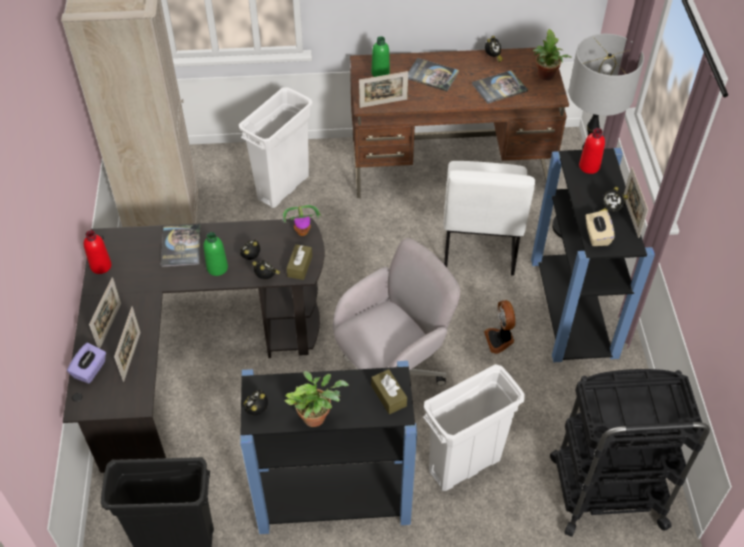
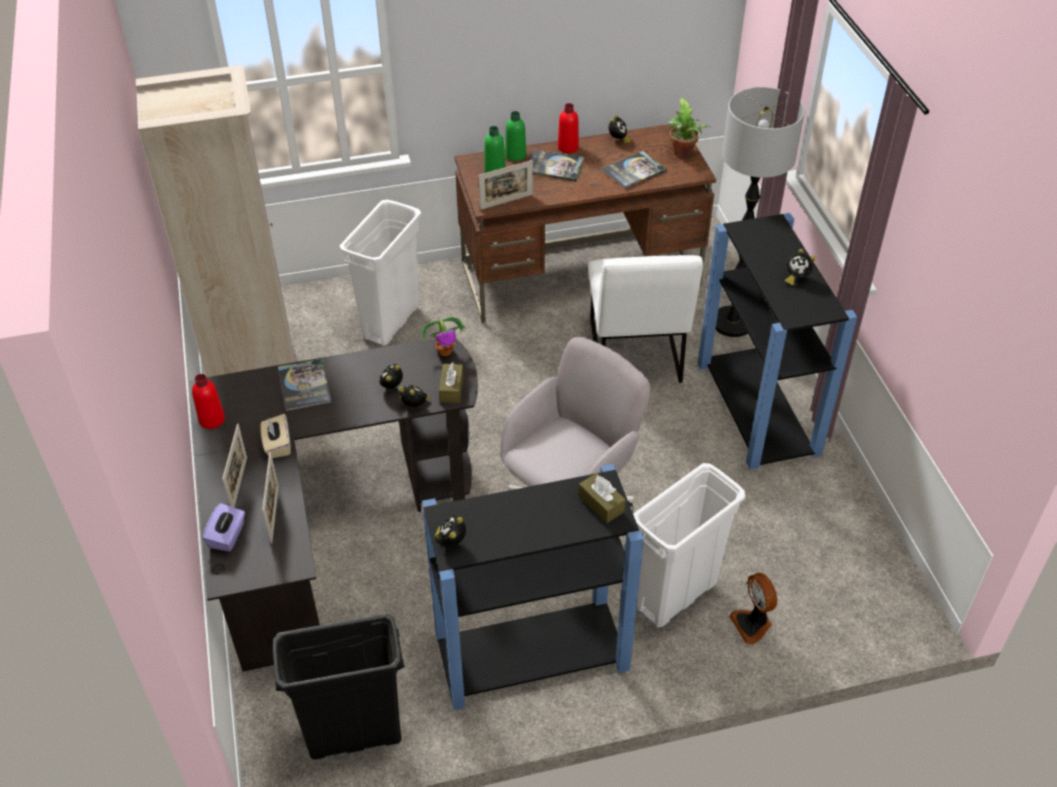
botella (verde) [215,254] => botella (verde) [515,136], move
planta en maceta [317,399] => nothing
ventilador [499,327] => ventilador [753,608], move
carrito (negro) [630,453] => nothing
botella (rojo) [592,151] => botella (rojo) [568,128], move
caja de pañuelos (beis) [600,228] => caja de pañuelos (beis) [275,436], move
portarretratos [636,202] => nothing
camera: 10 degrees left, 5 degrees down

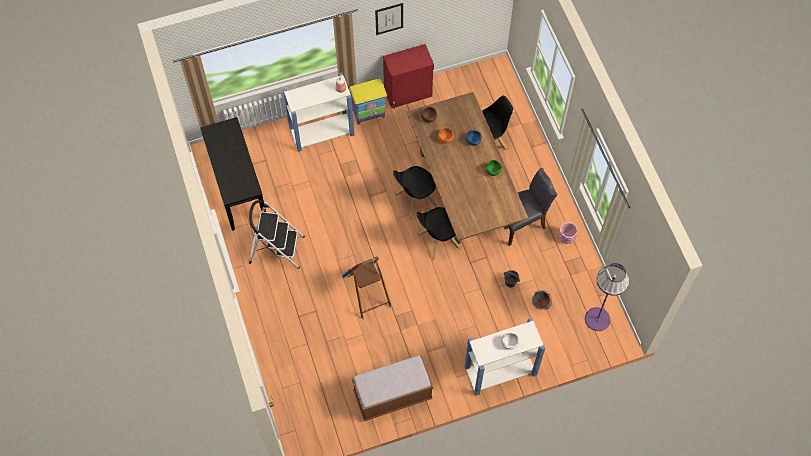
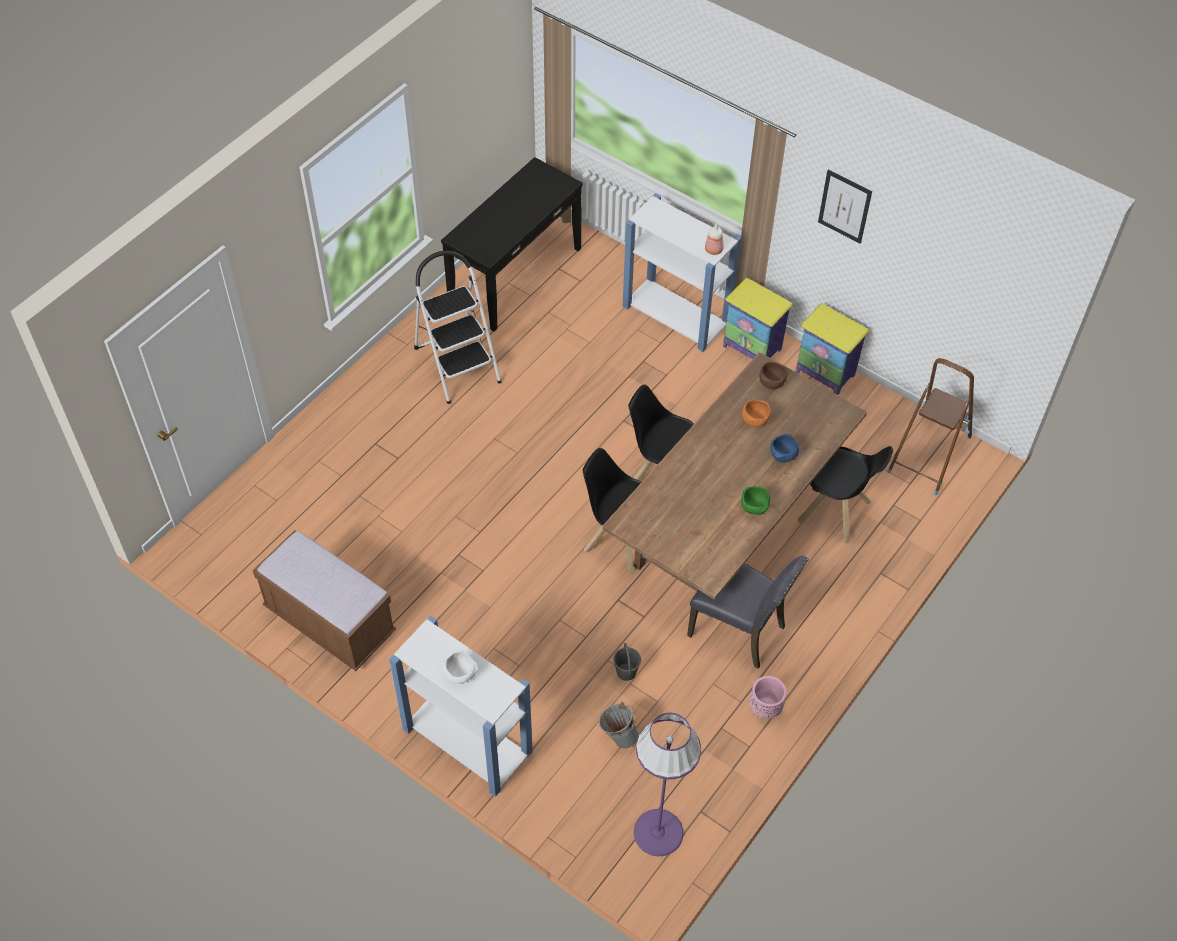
escalera de tijera (marrón) [367,288] => escalera de tijera (marrón) [930,426], move
armario (rojo) [408,76] => mesita de noche [832,349]
camera: 55 degrees right, 10 degrees down

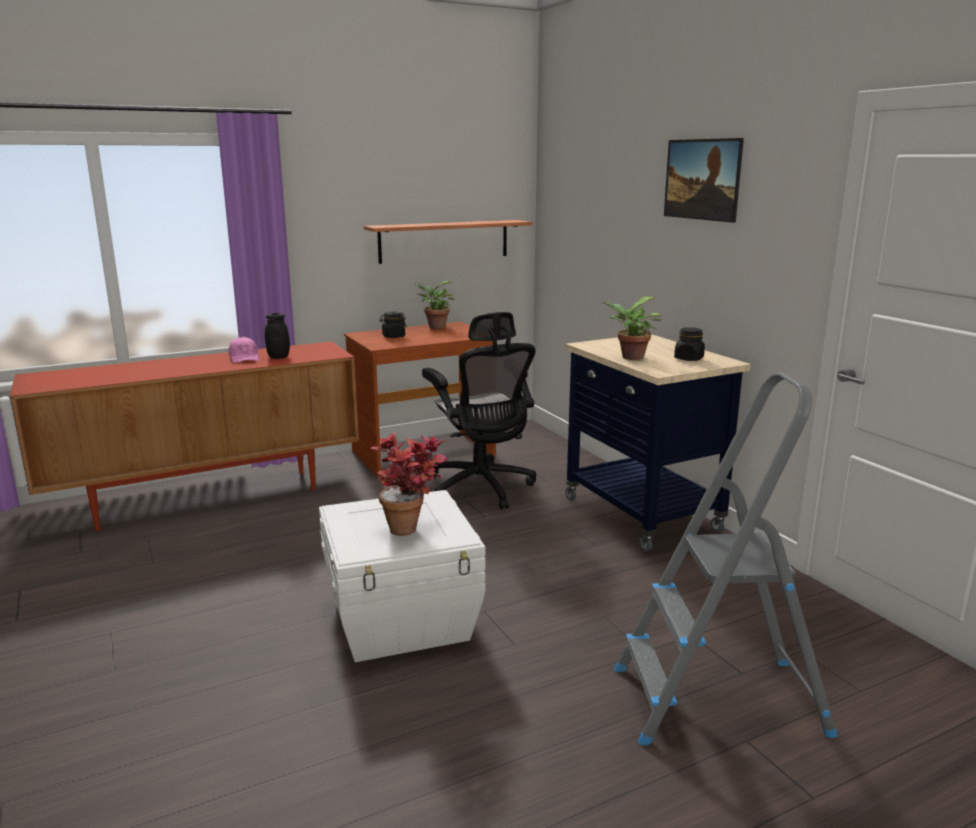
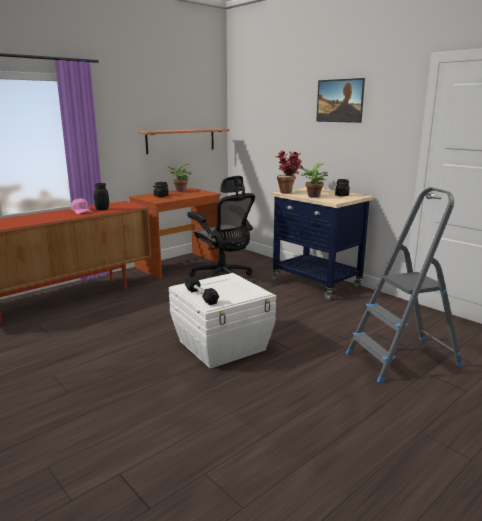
planta en maceta [409,484] => planta en maceta [289,172], move
nothing => mancuerna (negro) [202,290]
camera: 15 degrees left, 0 degrees up

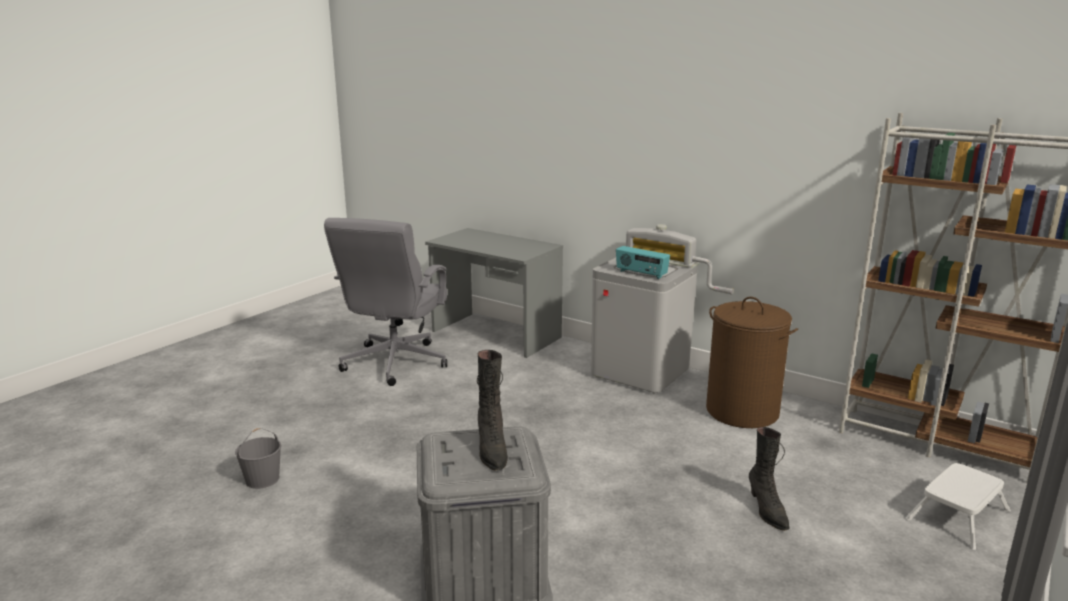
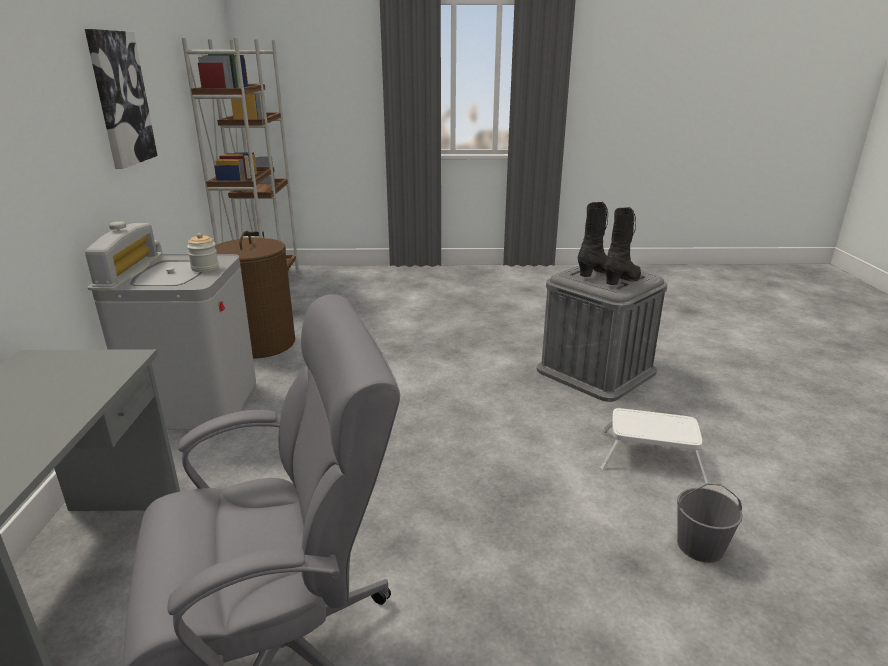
radio [643,262] => tarro [203,252]
bota (negro) [769,479] => bota (negro) [622,246], move
escalera de tijera (blanco) [958,506] => escalera de tijera (blanco) [654,446], move
nothing => cuadro [121,99]
camera: 125 degrees left, 5 degrees up

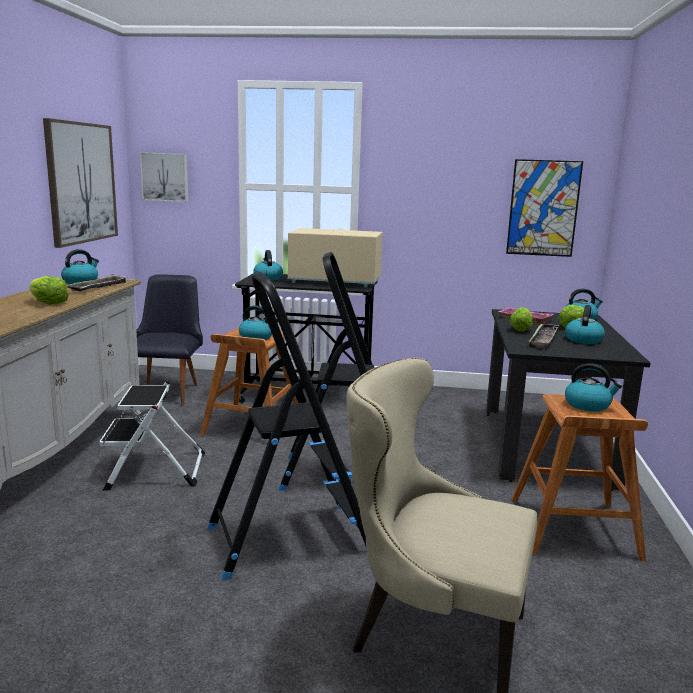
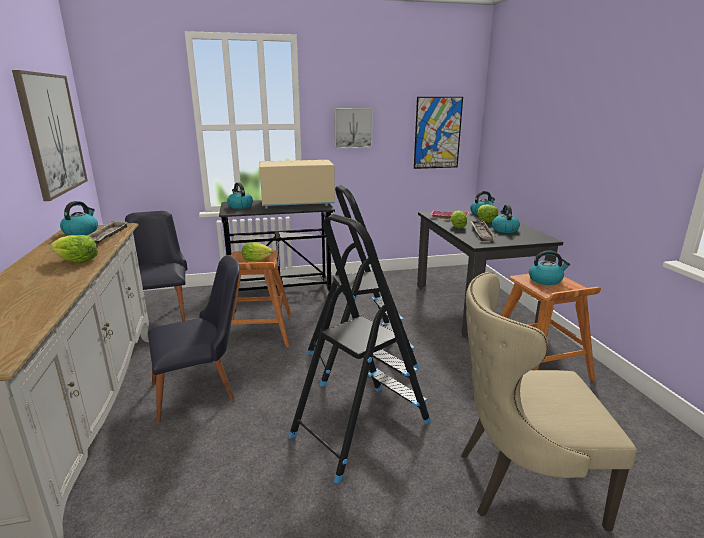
escalera de tijera [152,436] => silla (negro) [194,339]
cuadro [164,177] => cuadro [353,128], move
hervidor [255,322] => lechuga [257,251]
camera: 20 degrees left, 5 degrees up

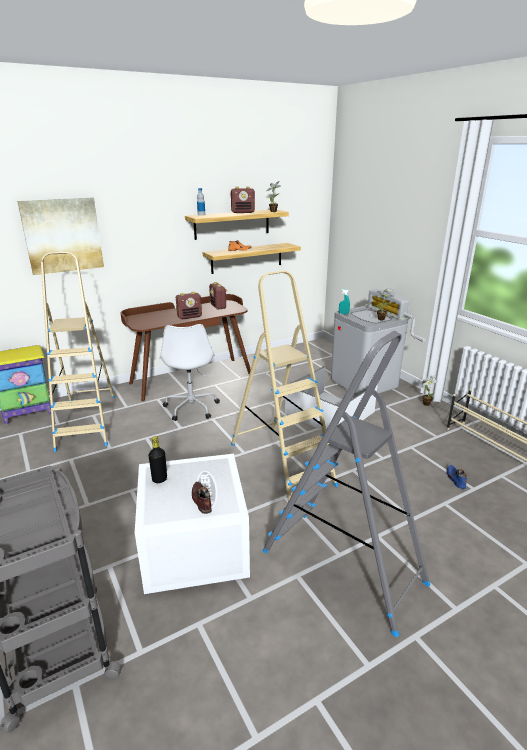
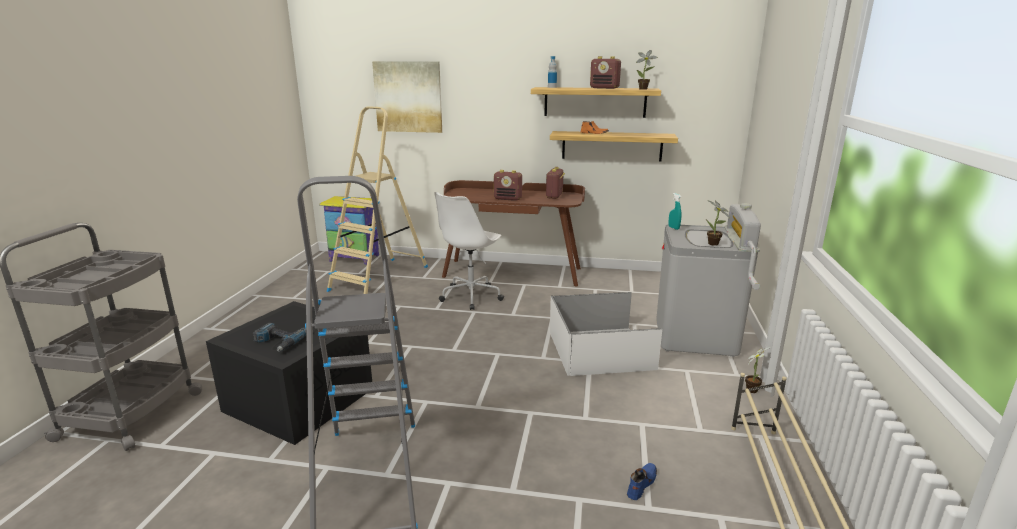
caja de almacenaje (blanco) [192,524] => caja de almacenaje (negro) [289,373]
botella (negro) [157,459] => nothing
zapato (marrón) [202,498] => taladro [280,337]
escalera de tijera (beis) [284,386] => nothing
camera: 40 degrees right, 5 degrees down

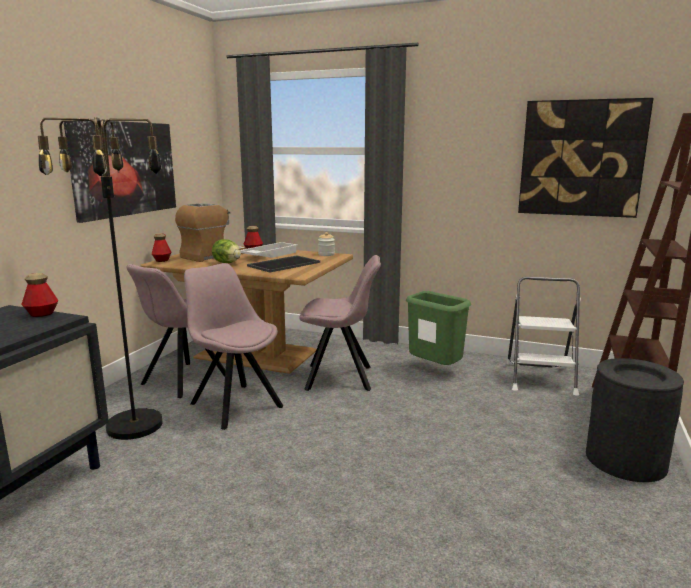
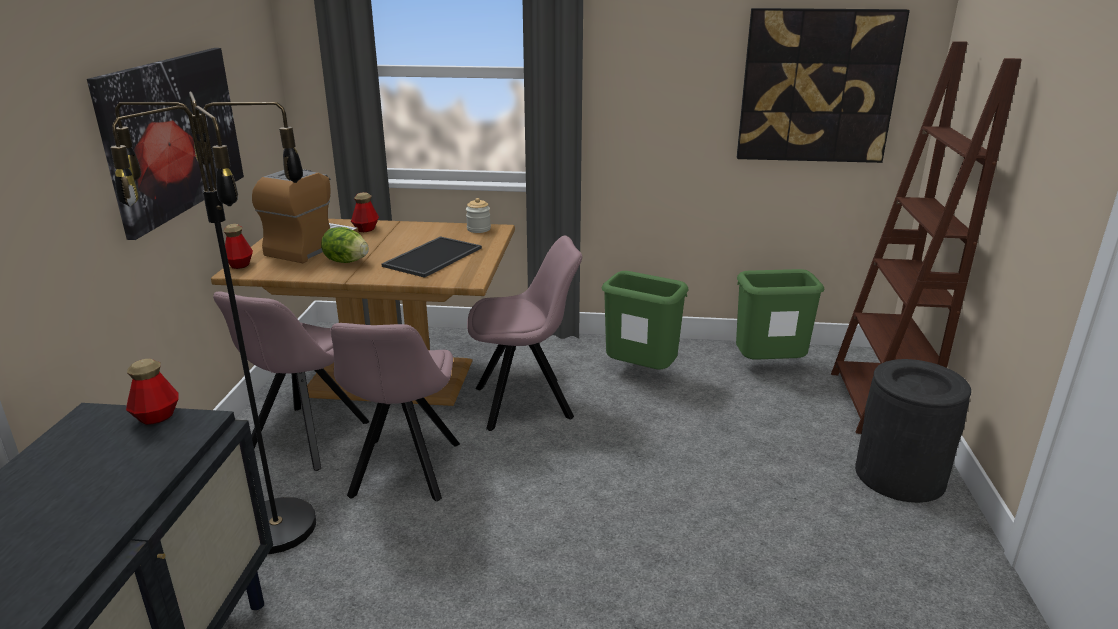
silla (rosa) [233,346] => silla (rosa) [395,412], 120 degrees counterclockwise
bandeja (blanco) [268,250] => nothing
escalera de tijera (blanco) [544,336] => papelera (verde) [780,314]
camera: 15 degrees left, 10 degrees up

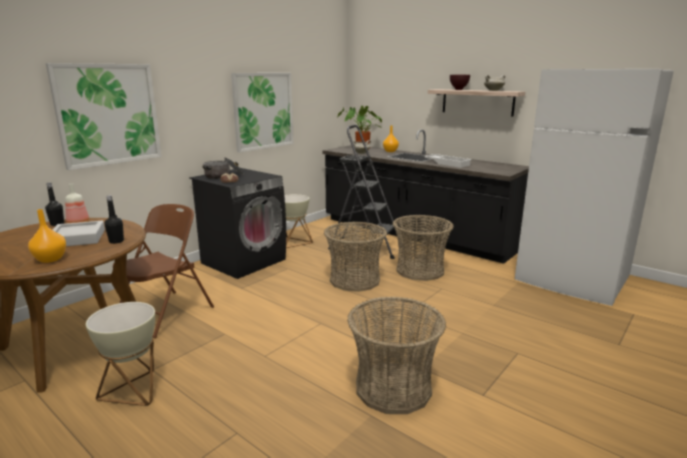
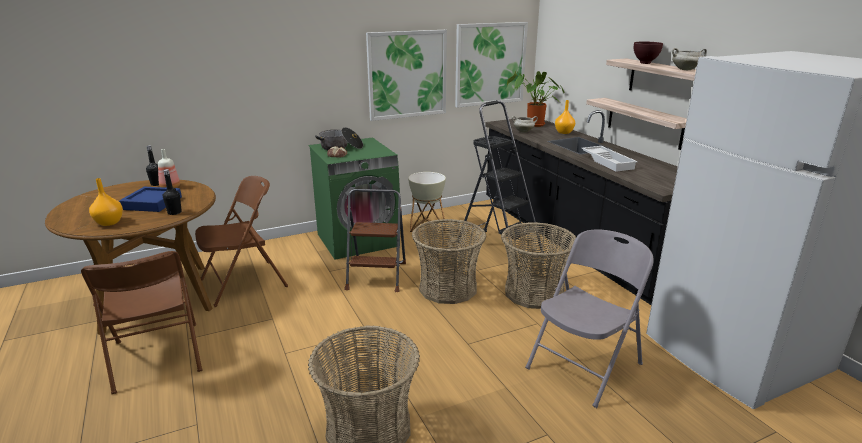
cuadro [104,116] => cuadro [491,65], move
bandeja (gris) [79,233] => bandeja (azul) [150,199]
maceta [120,354] => silla (marrón) [142,322]
lavadora (negro) [238,223] => lavadora (verde) [354,199]
nothing => escalera de tijera (marrón) [375,240]
nothing => silla (gris) [589,318]
nothing => estante [636,124]
camera: 25 degrees right, 5 degrees up

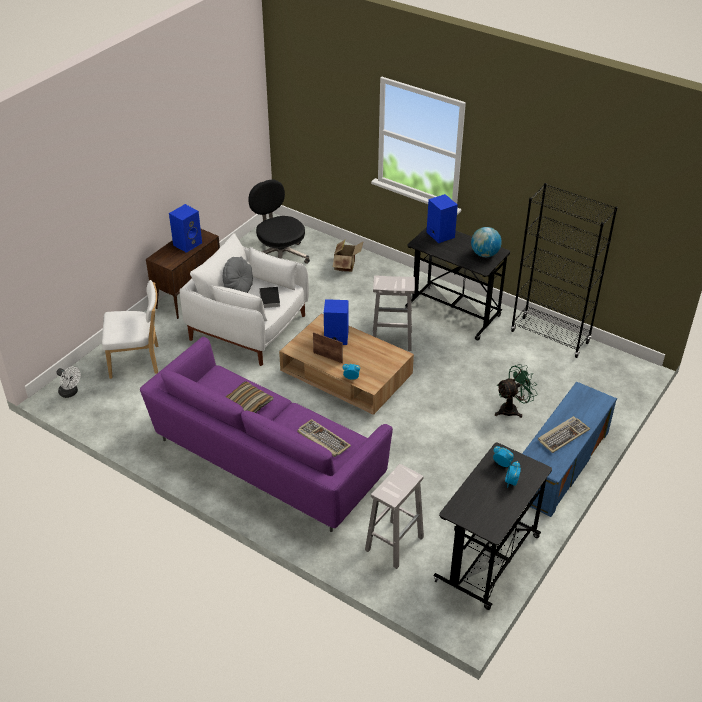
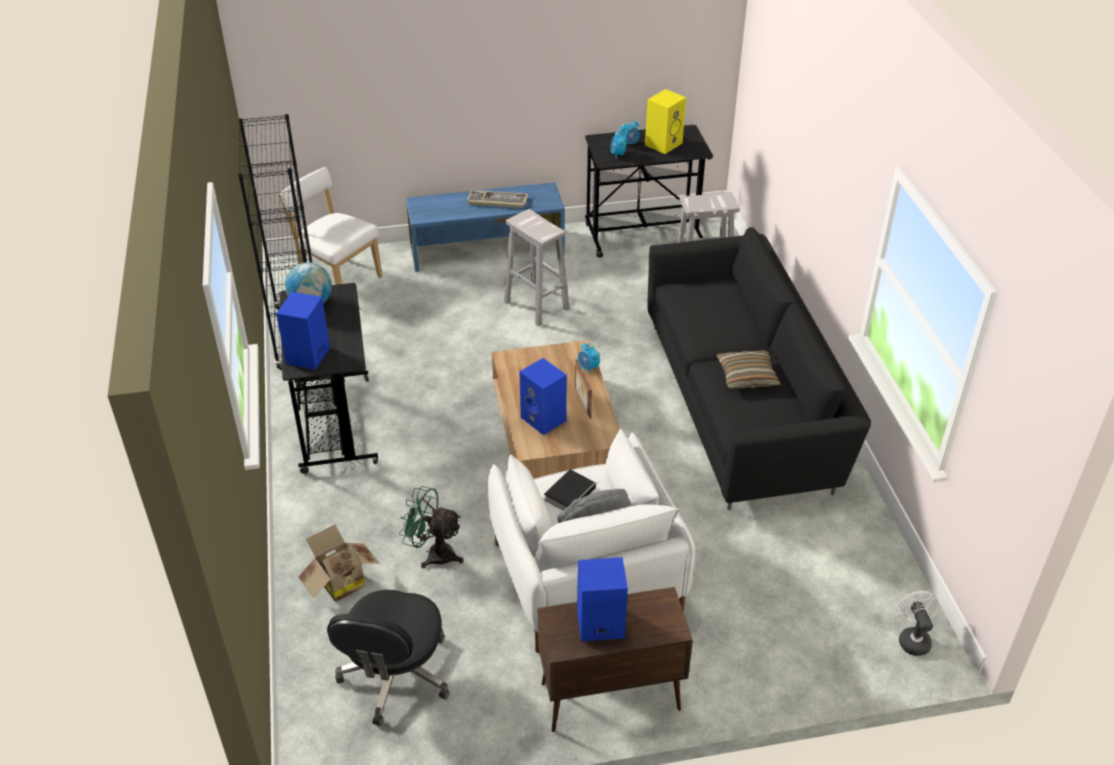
silla (blanco) [130,329] => silla (blanco) [330,226], move
sofá (morado) [266,434] => sofá (negro) [759,368]
teclado [324,438] => nothing
taburete (blanco) [394,313] => taburete (blanco) [537,267], move
ventilador (verde) [516,391] => ventilador (verde) [431,527], move
nothing => altavoz (amarillo) [665,121]
camera: 135 degrees left, 0 degrees up

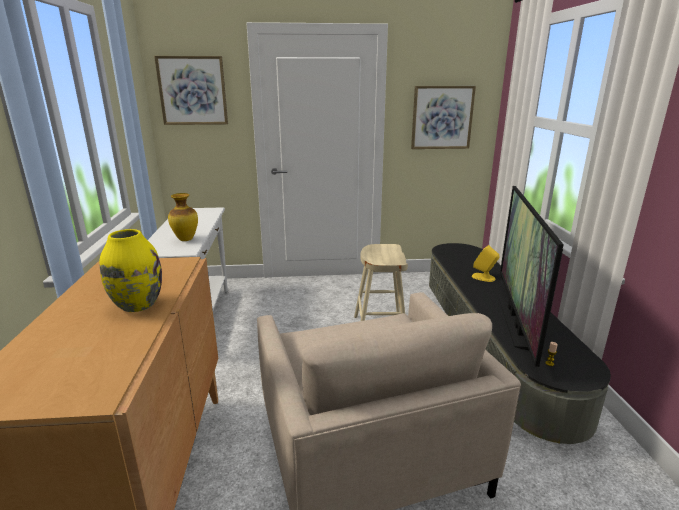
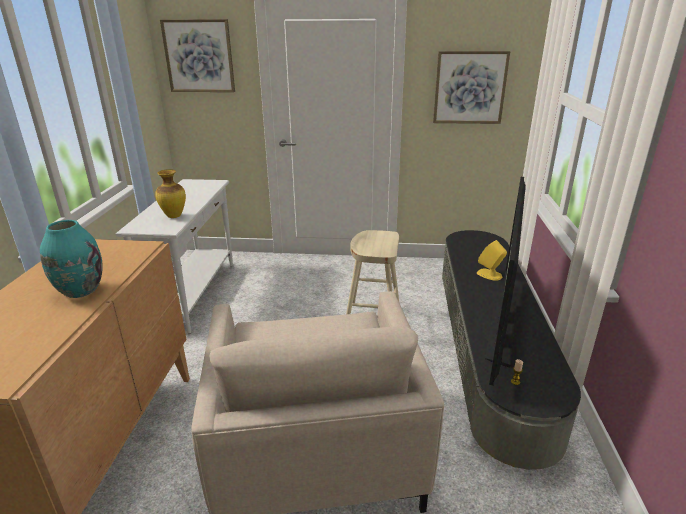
florero (amarillo) [130,270] => florero (turquesa) [71,259]
camera: 10 degrees right, 5 degrees up

